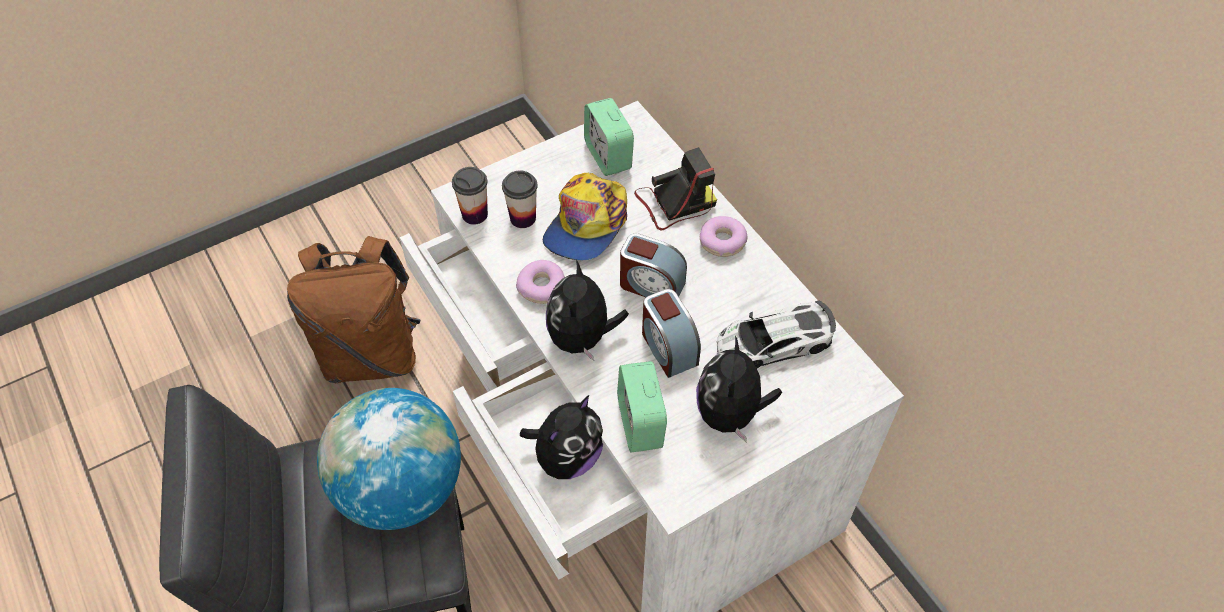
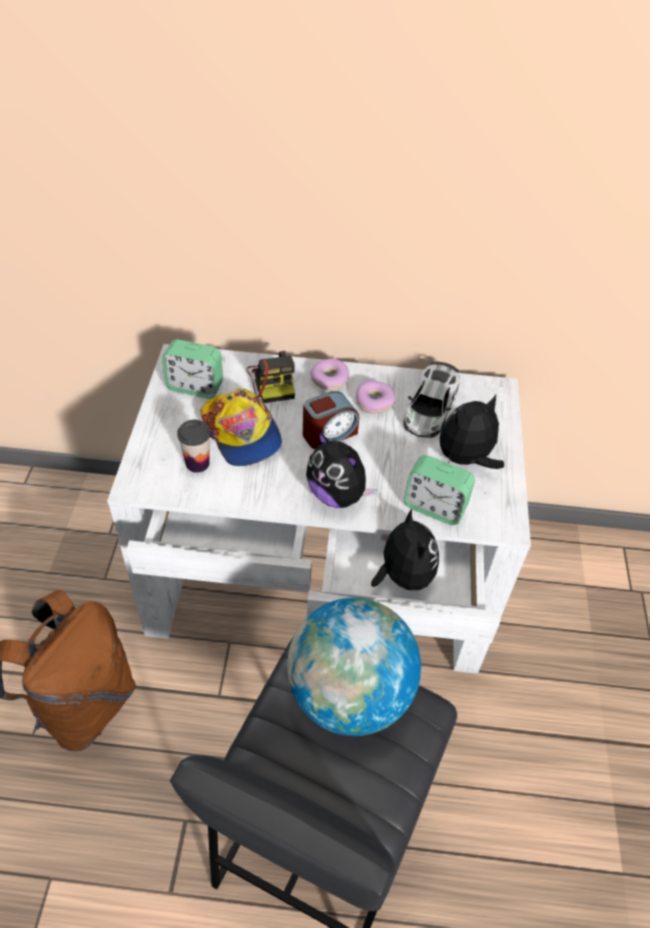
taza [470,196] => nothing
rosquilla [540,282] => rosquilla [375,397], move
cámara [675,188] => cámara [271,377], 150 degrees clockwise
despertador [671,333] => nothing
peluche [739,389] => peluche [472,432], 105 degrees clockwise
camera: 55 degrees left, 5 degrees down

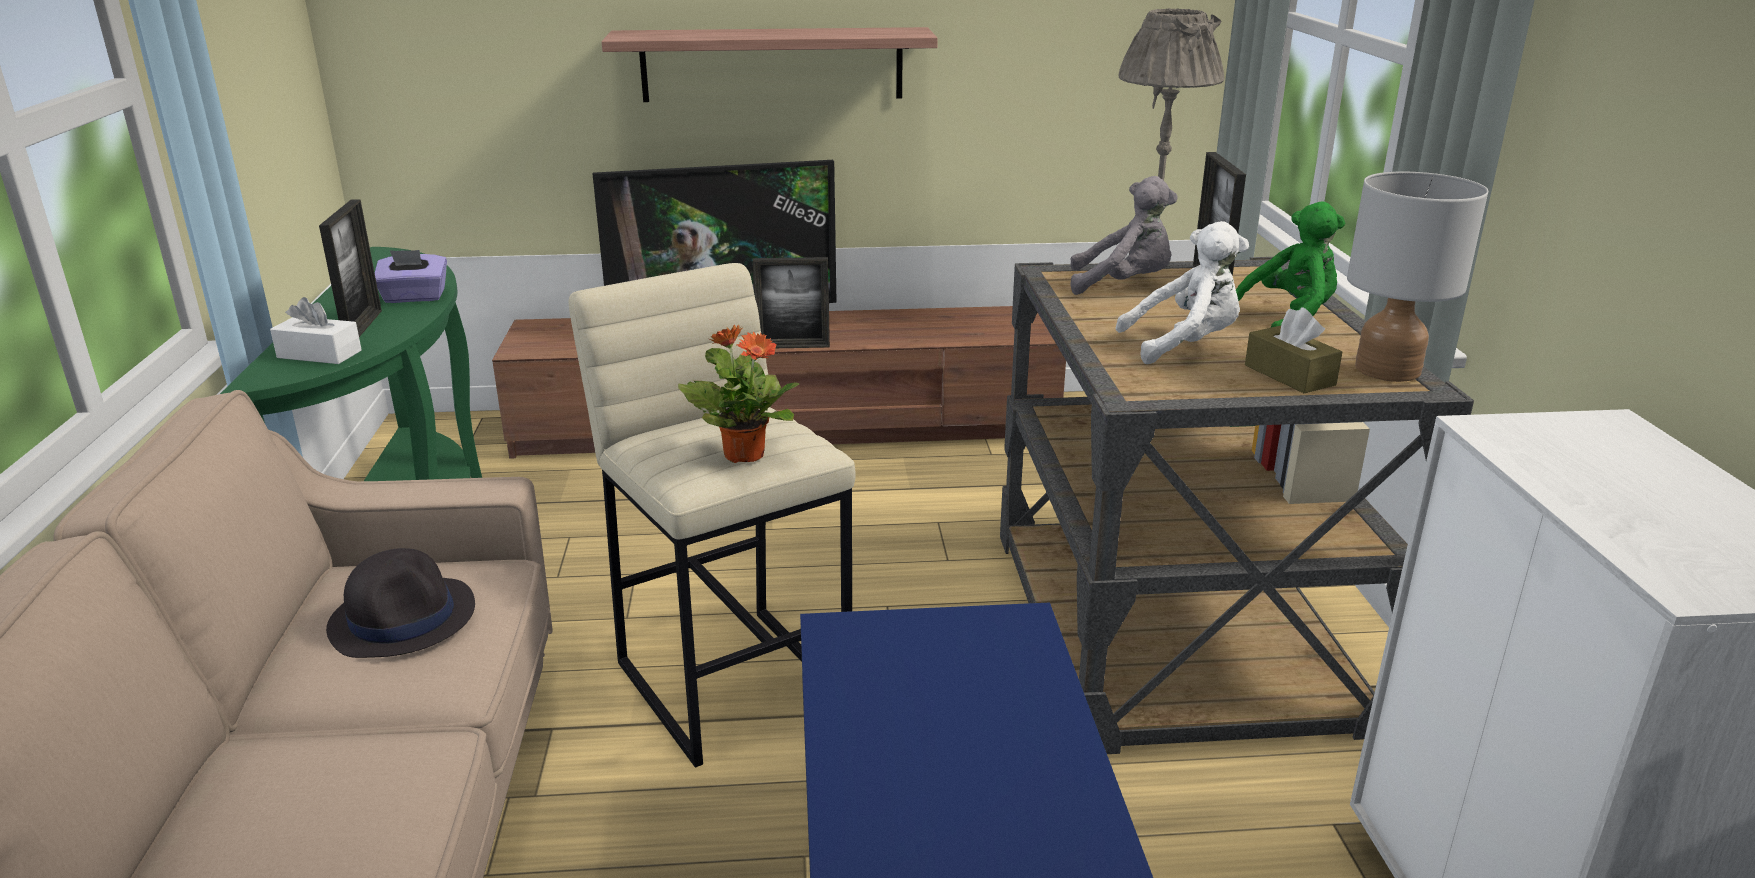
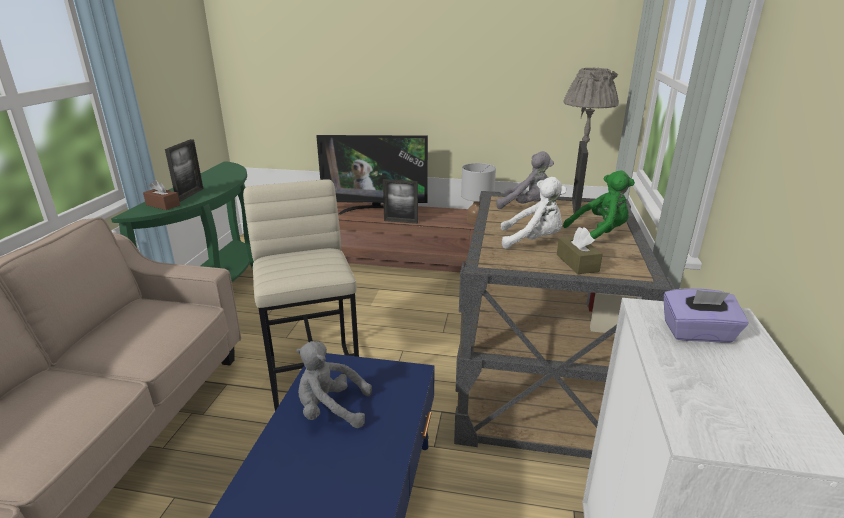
caja de pañuelos (blanco) [316,330] => caja de pañuelos (marrón) [161,195]
sombrero (negro) [400,603] => nothing
caja de pañuelos (morado) [411,276] => caja de pañuelos (morado) [705,315], move
estante [769,64] => nothing
planta en maceta [738,394] => nothing
lámpara de mesa (gris) [1417,277] => lámpara de mesa (gris) [478,194], move
nothing => peluche (gris) [334,384]
camera: 15 degrees right, 0 degrees up

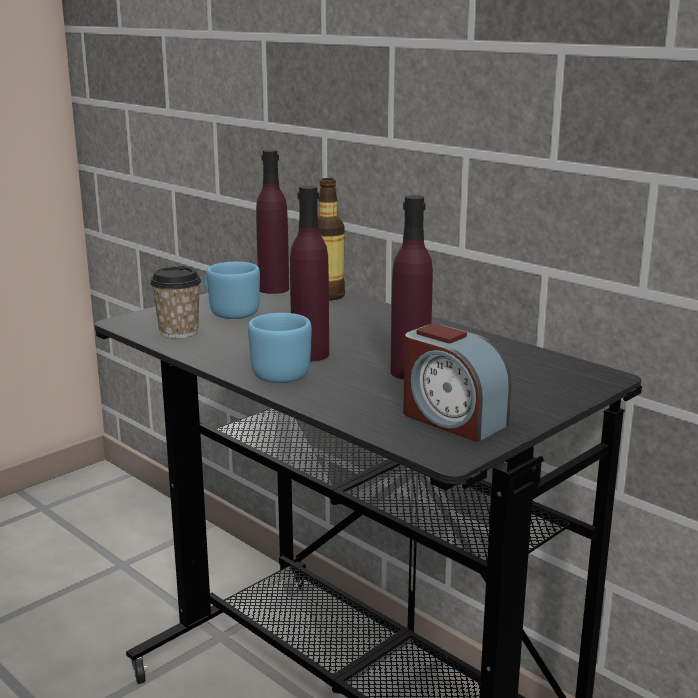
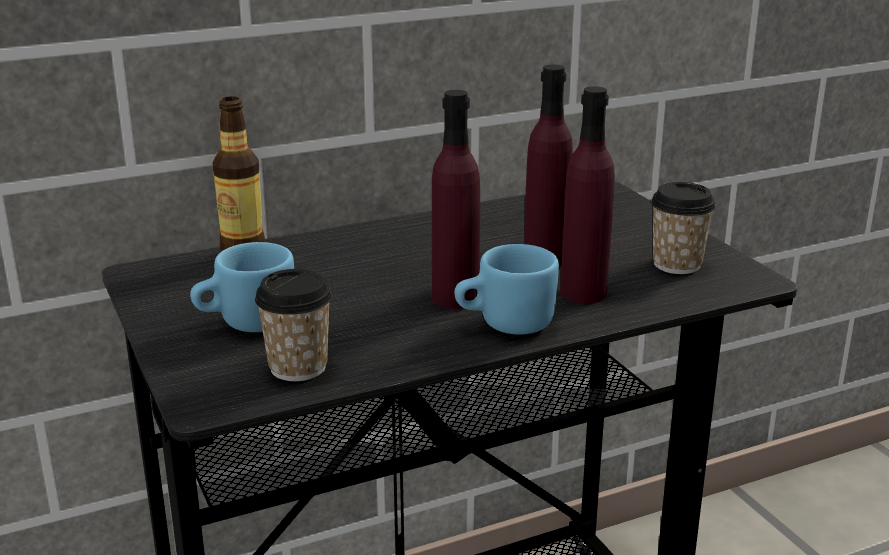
botella (morado) [272,221] => botella (morado) [587,195], move
despertador [457,382] => taza [683,228]
camera: 70 degrees left, 5 degrees up

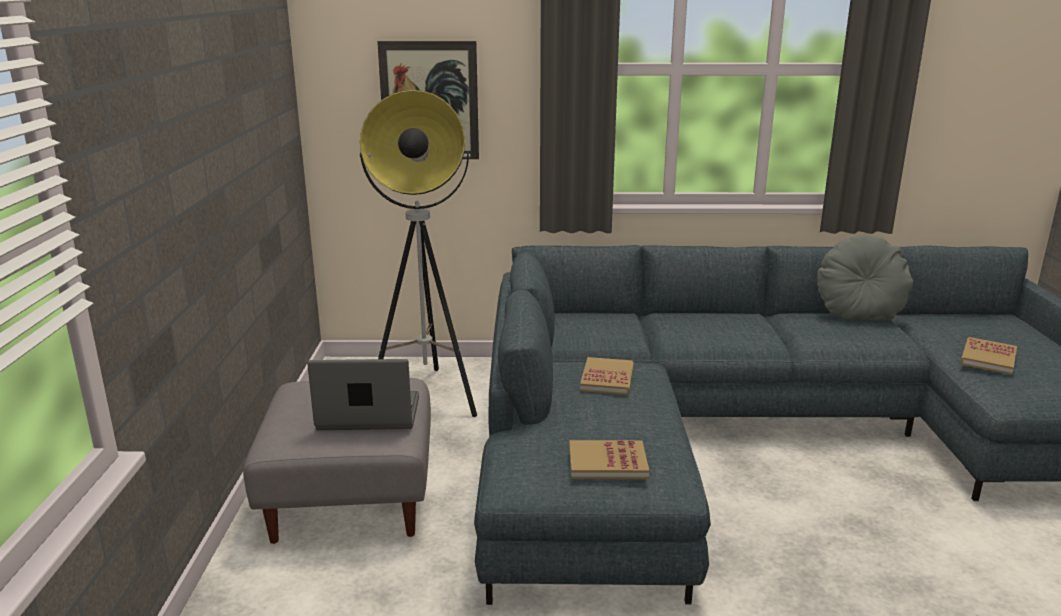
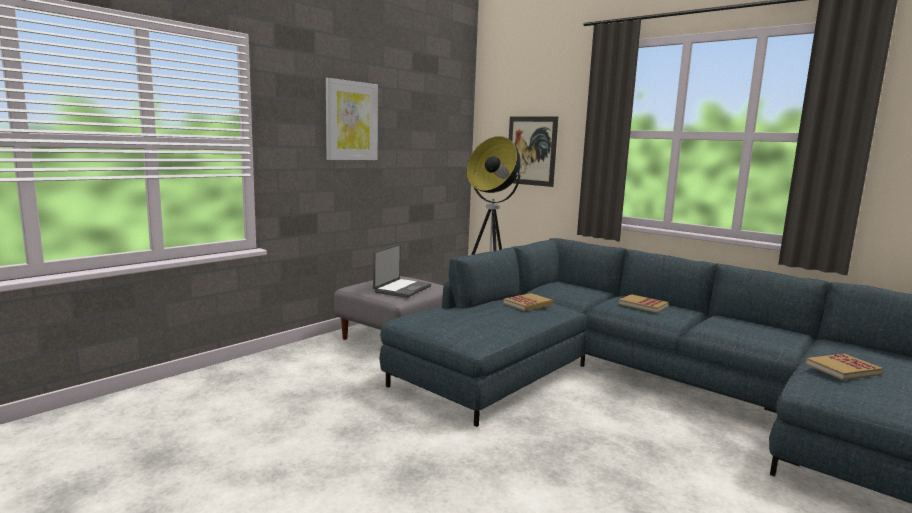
portátil [363,394] => portátil [402,271], 75 degrees clockwise
libro [609,459] => libro [644,303], move
cojín (gris) [865,278] => nothing
nothing => cuadro [352,119]
camera: 40 degrees right, 10 degrees down

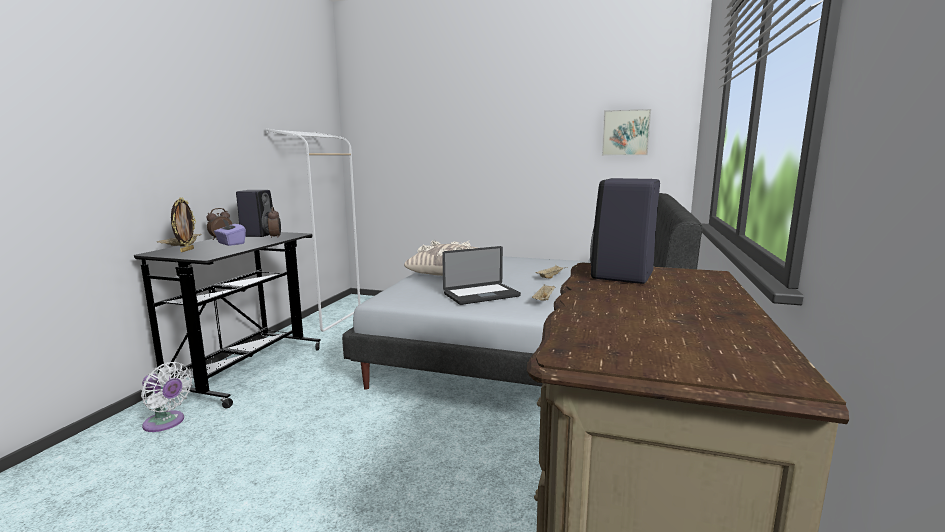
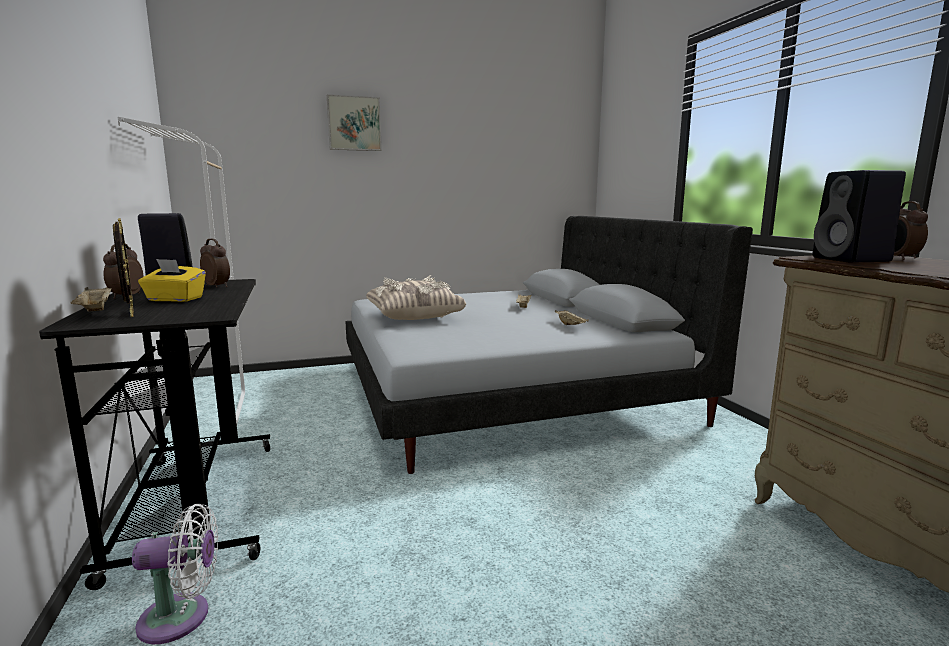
caja de pañuelos (morado) [230,233] => caja de pañuelos (amarillo) [172,280]
portátil [481,275] => nothing
cuadro [626,132] => cuadro [354,122], move
nothing => despertador [911,230]
camera: 35 degrees left, 0 degrees up

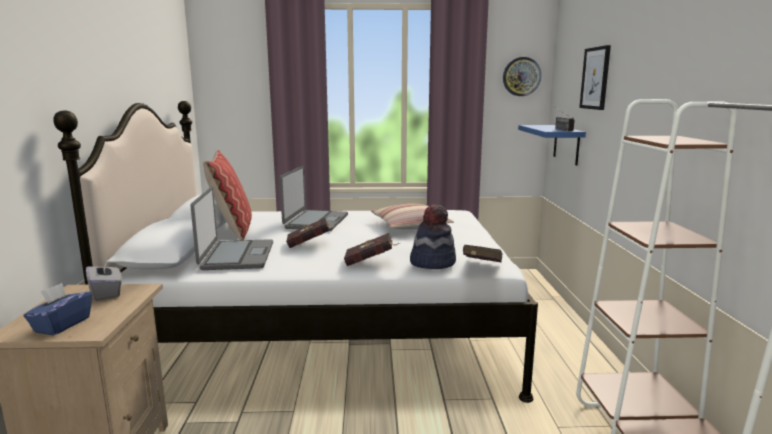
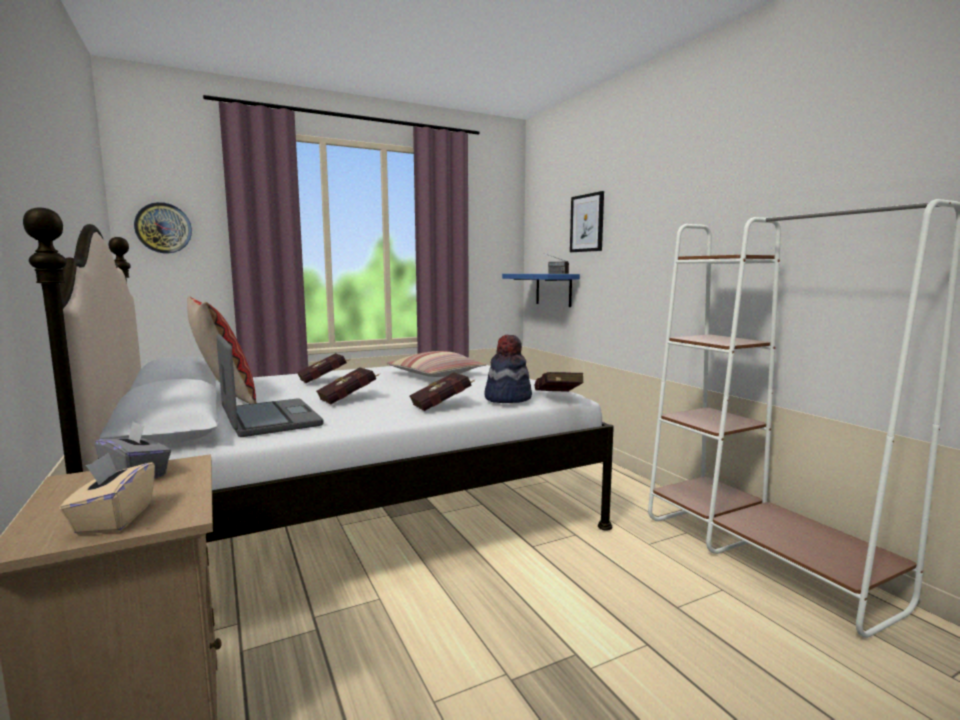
caja de pañuelos (azul) [58,309] => caja de pañuelos (beis) [107,494]
portátil [314,198] => libro (rojo) [324,368]
reloj de pared [522,76] => reloj de pared [163,227], move
camera: 25 degrees left, 5 degrees down

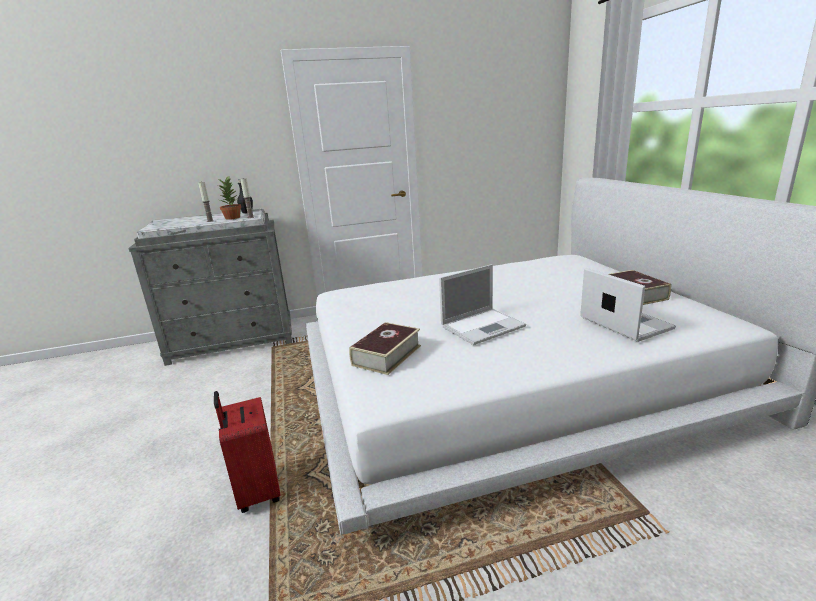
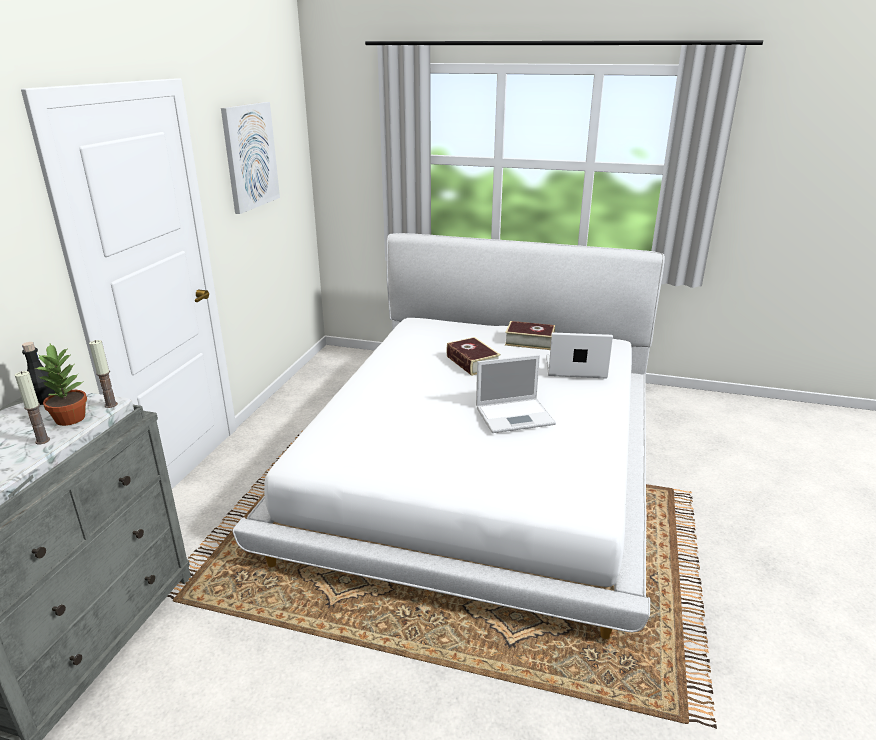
maleta (rojo) [247,452] => nothing
libro [385,348] => libro [473,356], move
portátil [482,304] => portátil [516,394], 75 degrees clockwise
nothing => cuadro [250,158]
camera: 60 degrees left, 5 degrees up

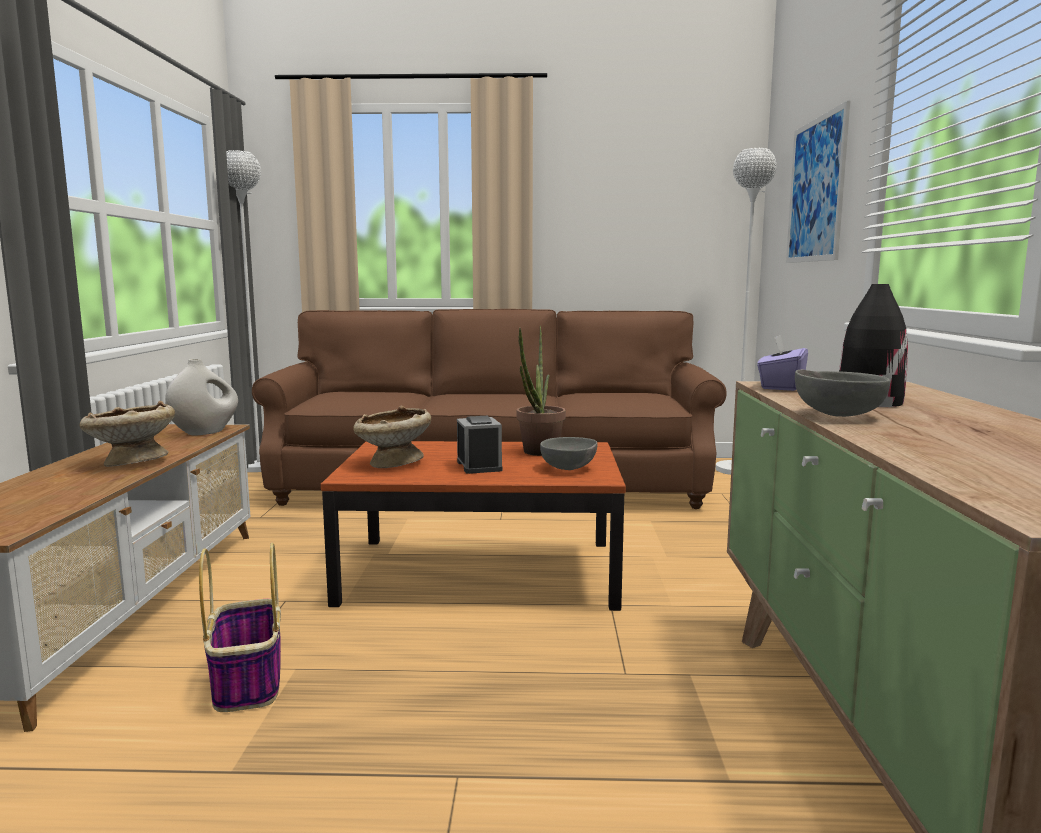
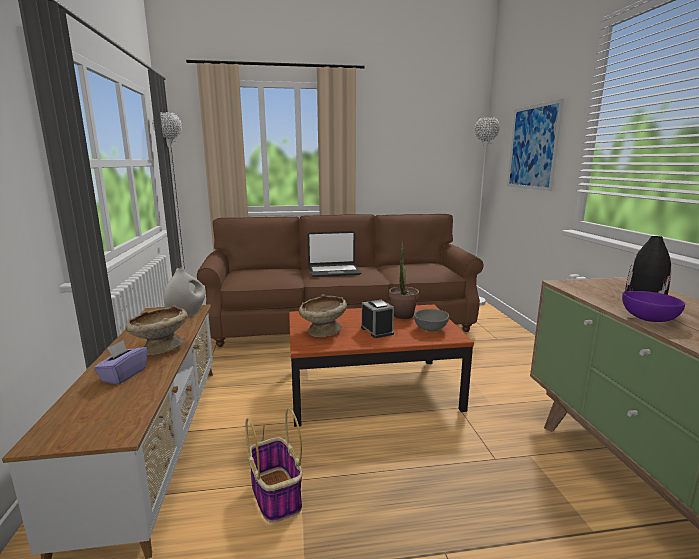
caja de pañuelos (morado) [782,363] => caja de pañuelos (morado) [120,363], move
cuenco (gris) [842,393] => cuenco (morado) [653,306]
nothing => portátil [335,254]
camera: 10 degrees left, 5 degrees up

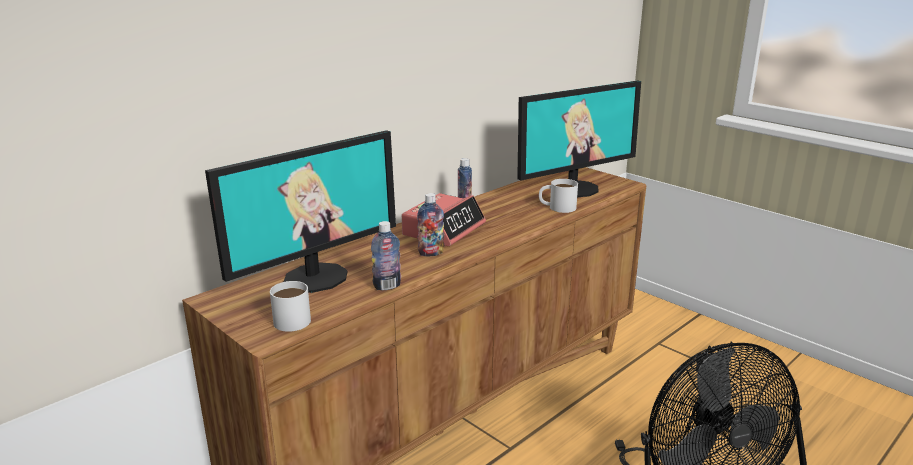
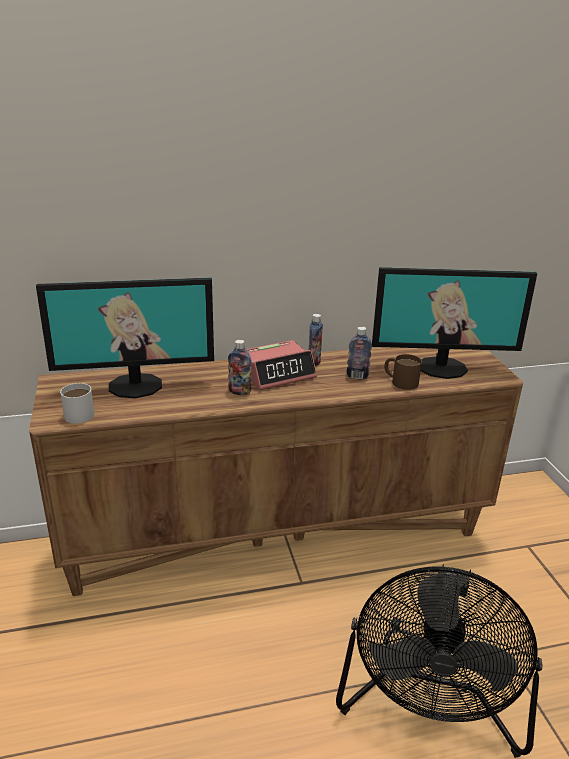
botella [386,255] => botella [359,353], move
taza grande (blanco) [558,196] => taza grande (marrón) [403,372]
camera: 30 degrees right, 5 degrees up

